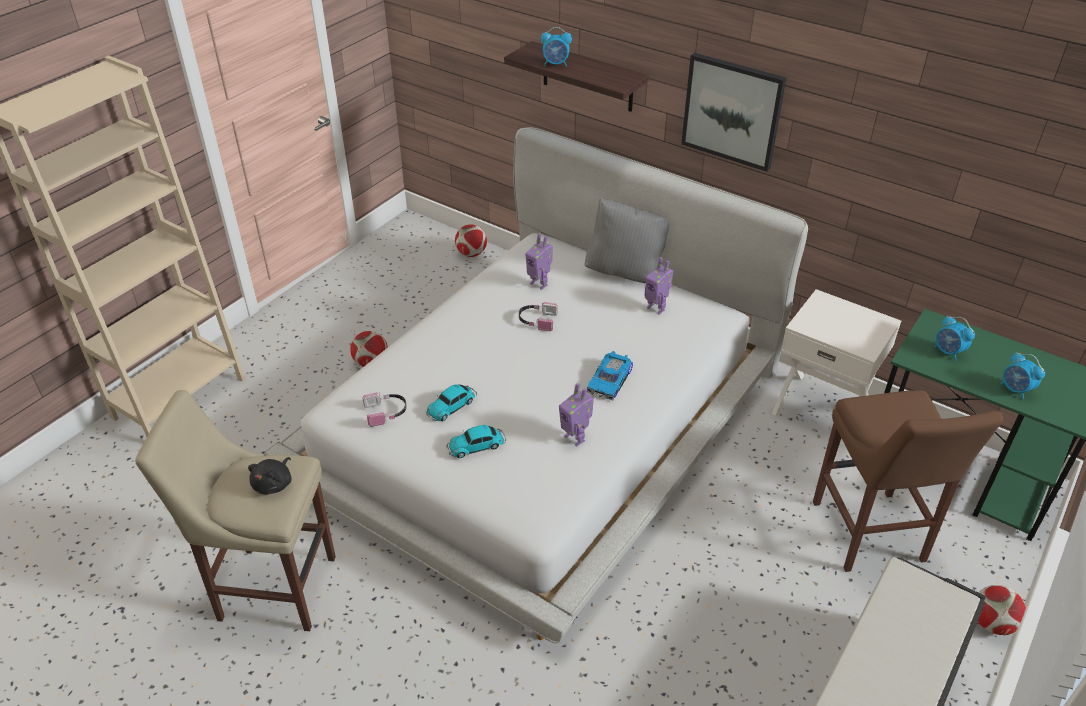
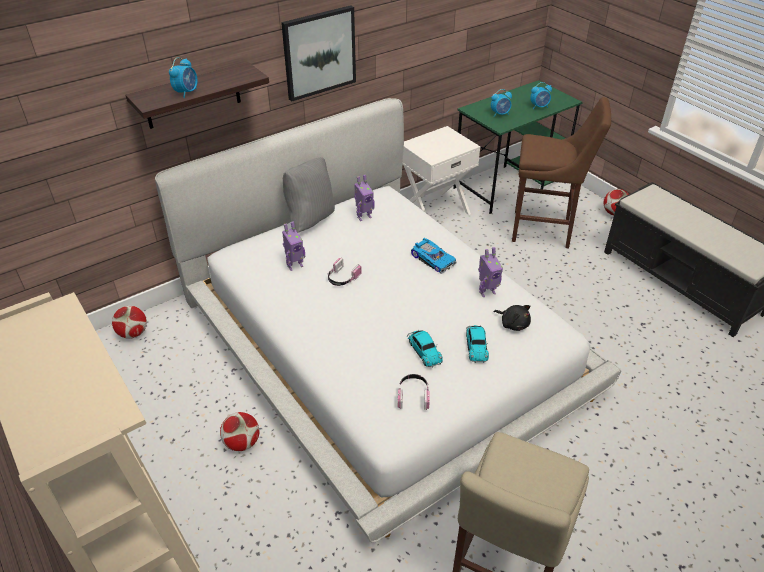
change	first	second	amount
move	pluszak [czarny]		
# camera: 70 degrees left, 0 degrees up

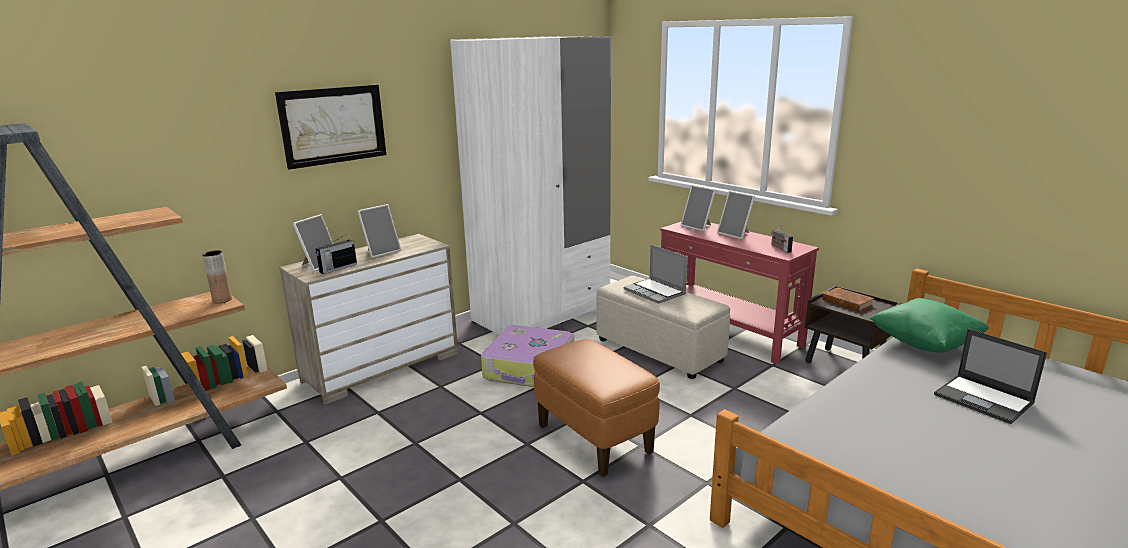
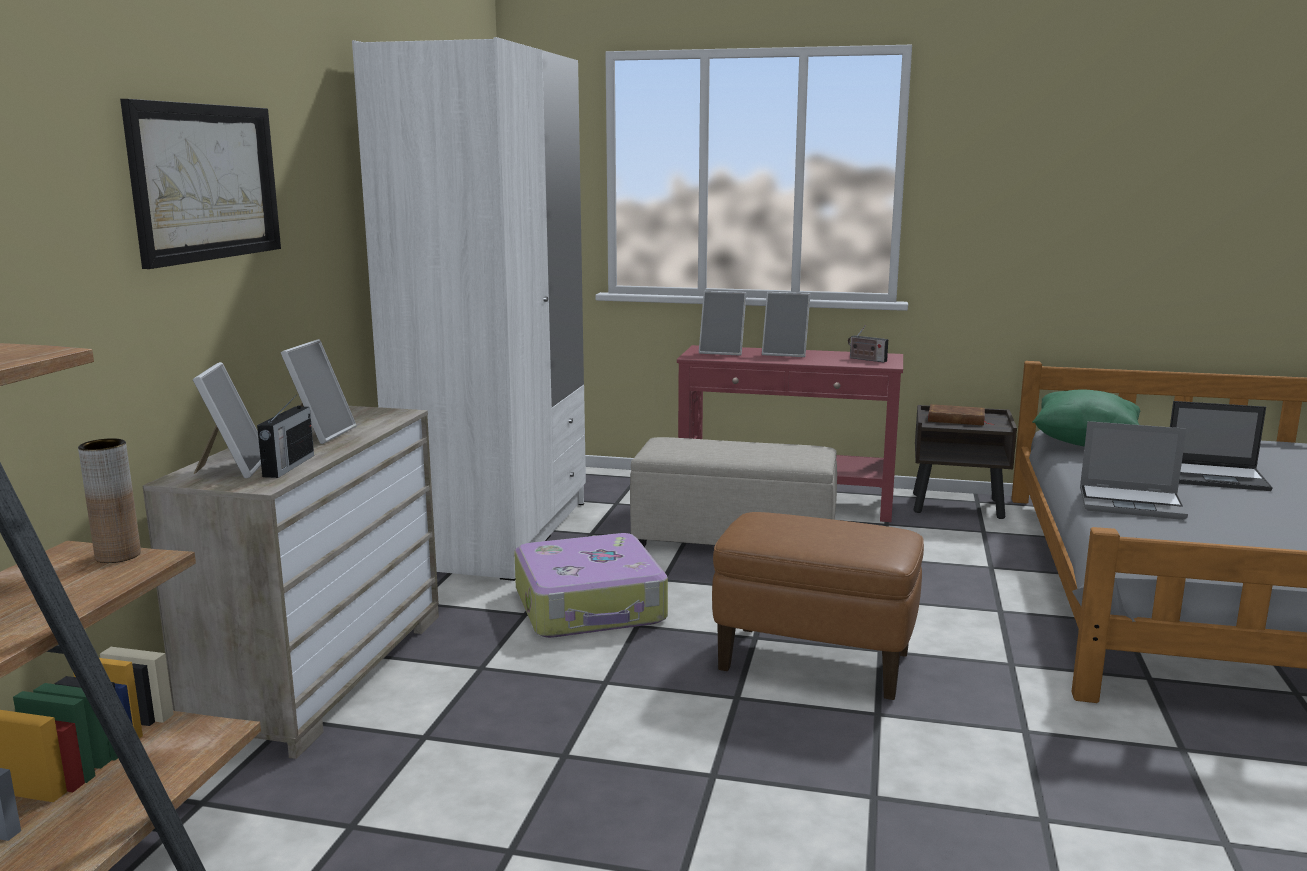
change	first	second	amount
move	laptop (1st from left)		
# camera: 35 degrees left, 5 degrees down

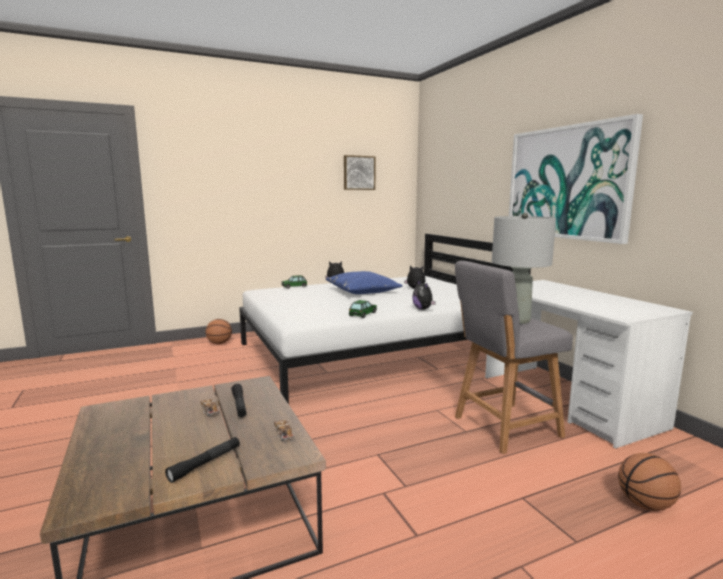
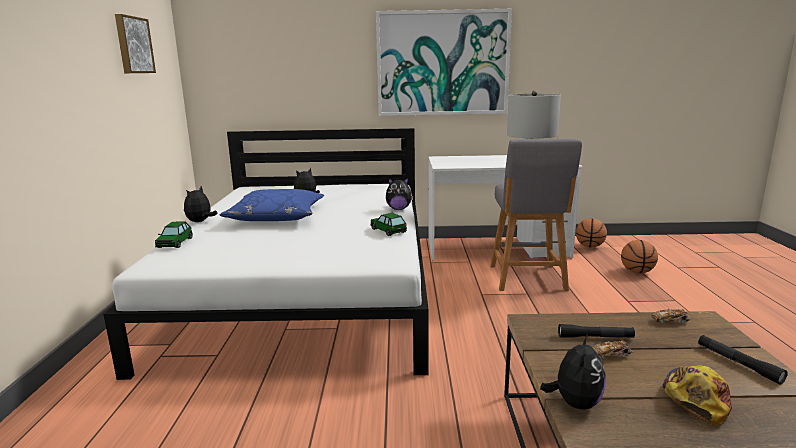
change	first	second	amount
insert		pluszak (4th from left)	
insert		czapka z daszkiem	
move	piłka do koszykówki (1st from left)		
# camera: 65 degrees left, 5 degrees up

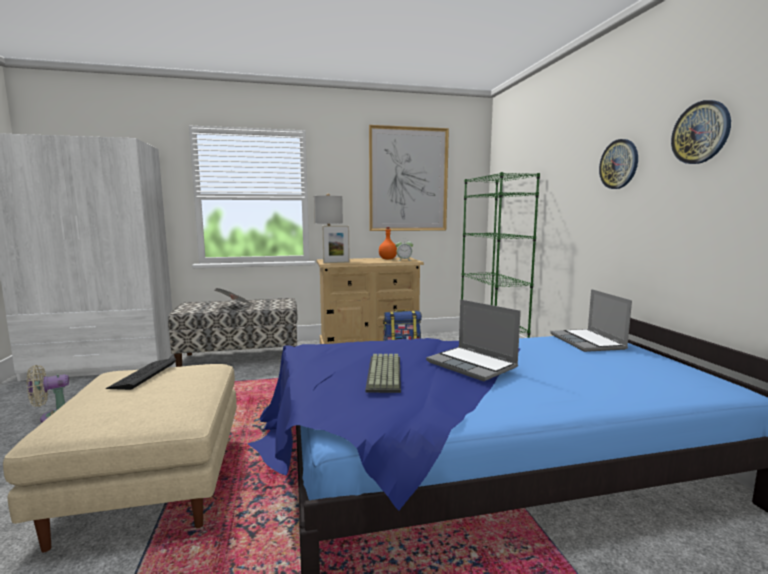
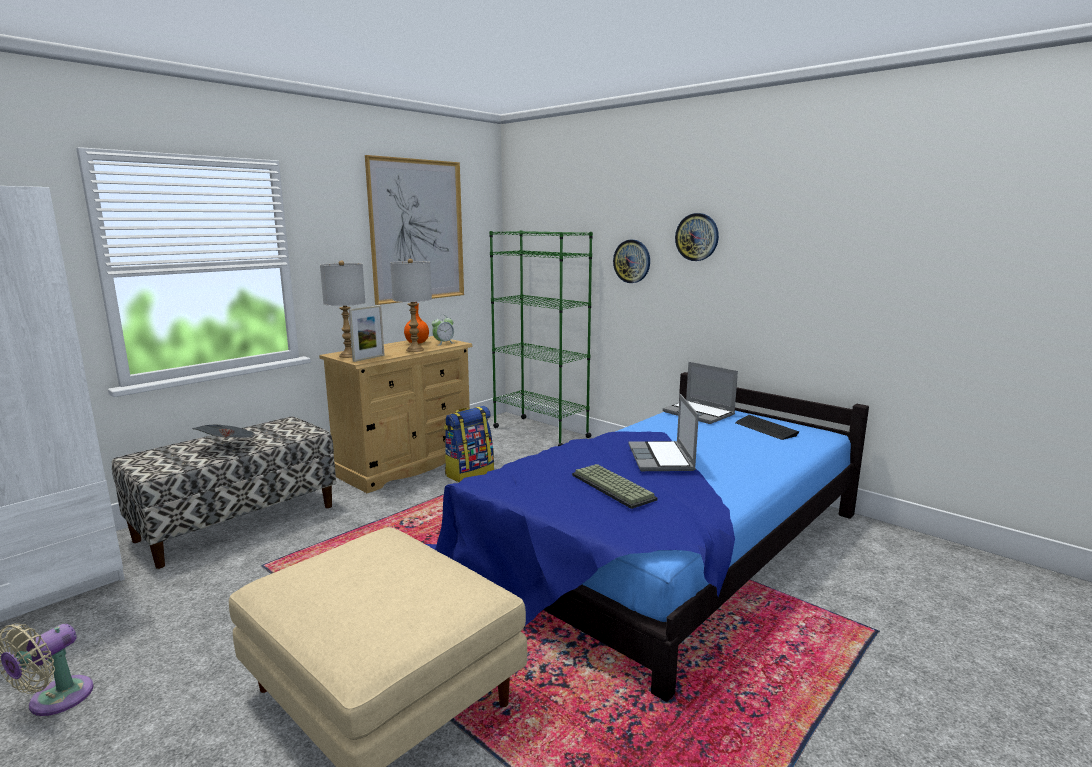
change	first	second	amount
insert		lampa stołowa [szary] (2nd from left)	
move	klawiatura (1st from left in the first image)	klawiatura (2nd from left)	
move	zegar ścienny (2nd from left in the first image)	zegar ścienny (1st from left)	
rotate	laptop (1st from left)		75 degrees clockwise
# camera: 35 degrees left, 5 degrees up

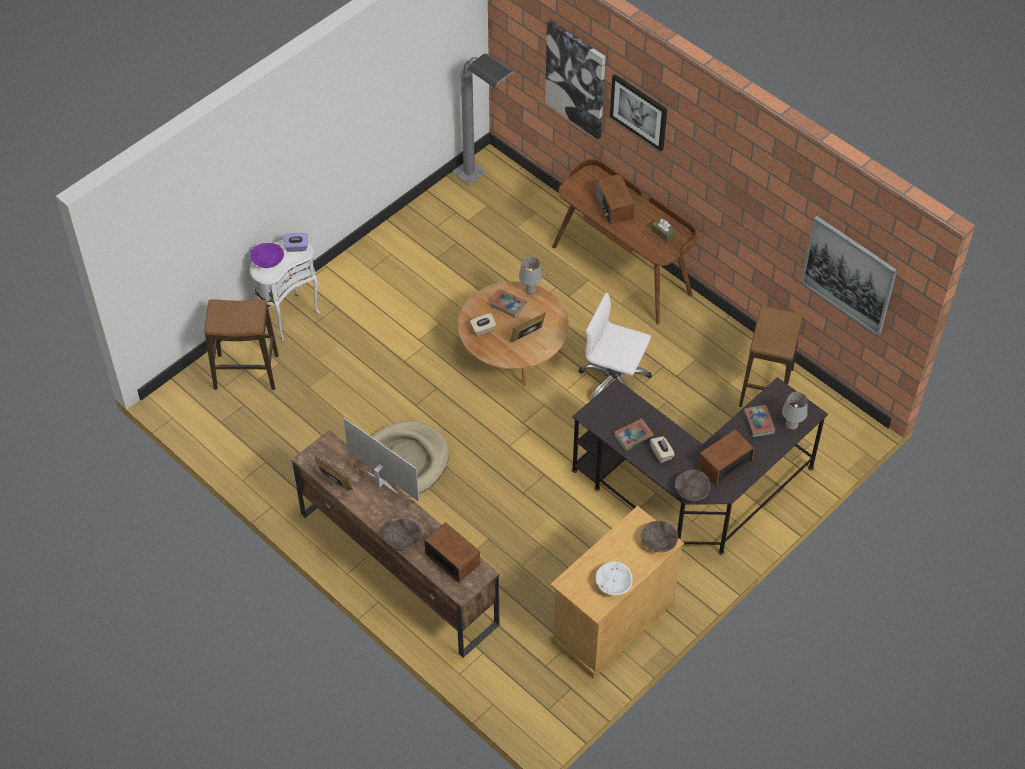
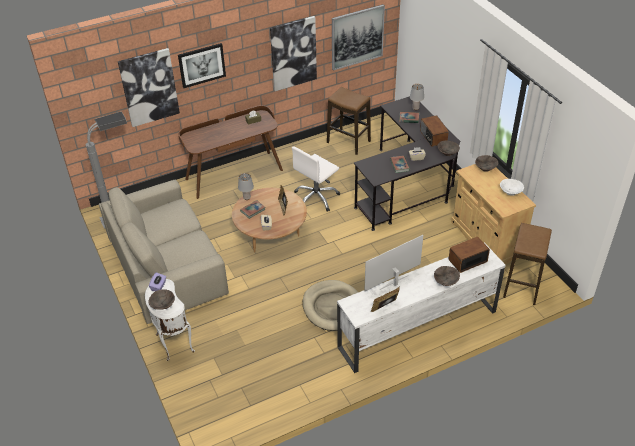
change	first	second	amount
delete	radio (2nd from left)		
insert		kanapa [beżowy]	
insert		obraz (3rd from left)	
move	stołek (1st from left in the first image)	stołek (2nd from left)	
recolor	miska [fioletowy]	miska [brązowy] (1st from left)	
recolor	szafka pod telewizor [brązowy]	szafka pod telewizor [biały]	
# camera: 70 degrees left, 10 degrees down

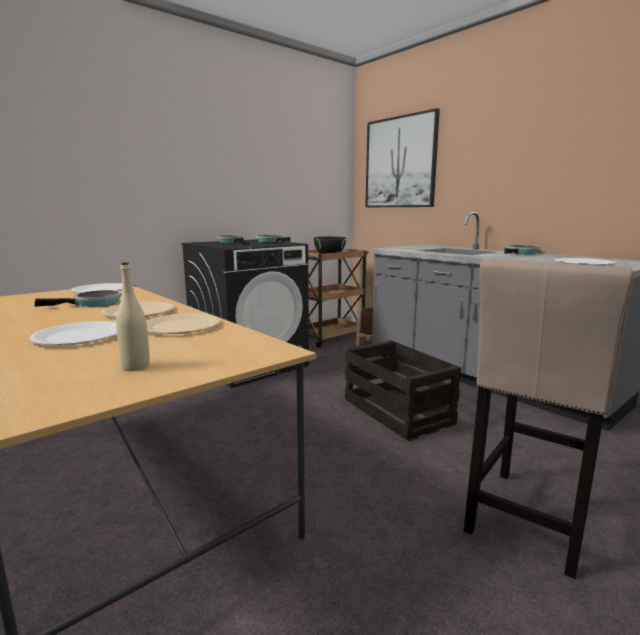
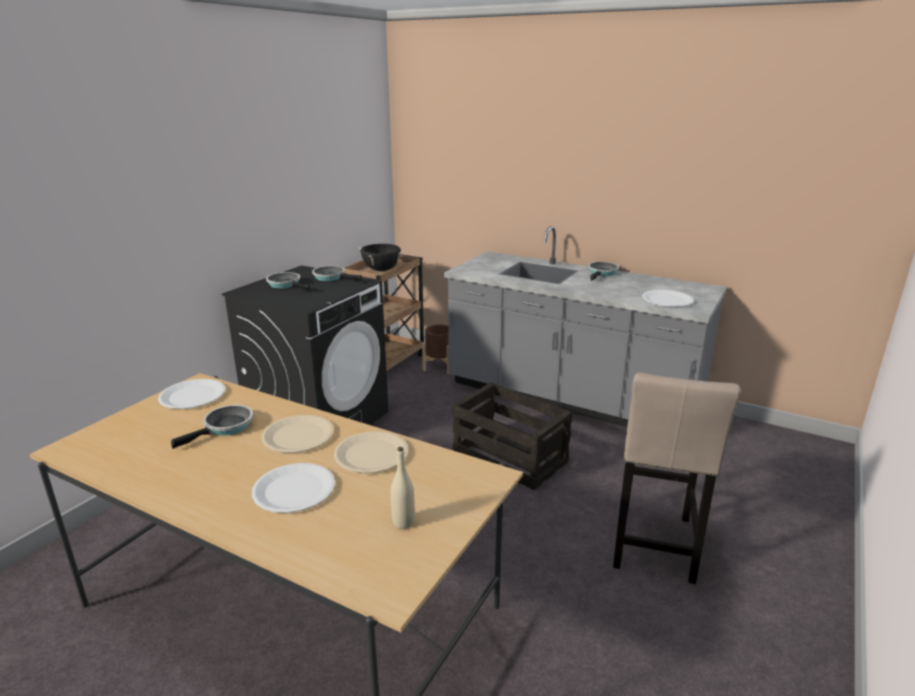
change	first	second	amount
delete	obraz		
# camera: 20 degrees left, 10 degrees up

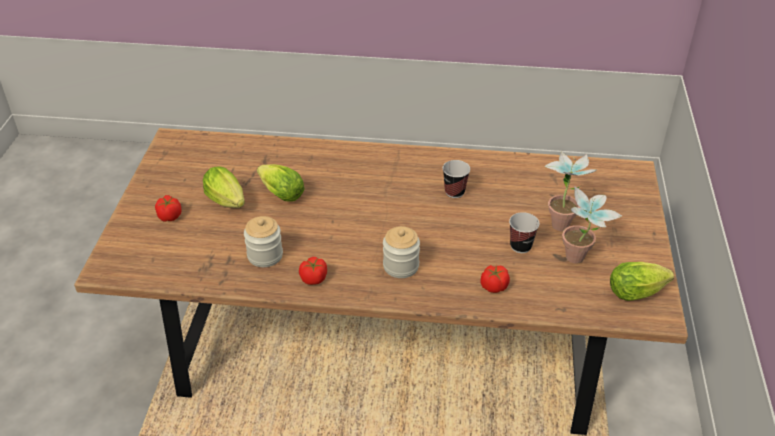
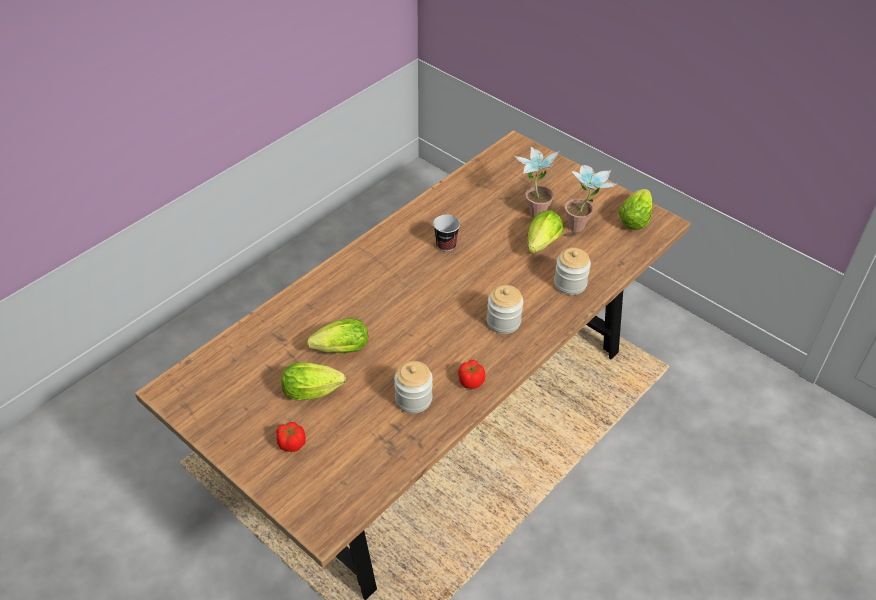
change	first	second	amount
replace	pomidor (3rd from left)	słoik (3rd from left)	
replace	filiżanka (2nd from left)	sałata (3rd from left)	
# camera: 55 degrees left, 5 degrees up

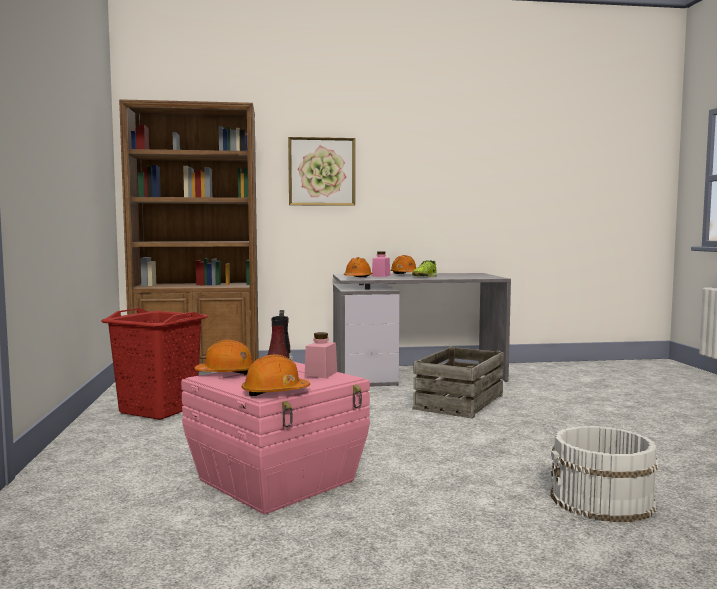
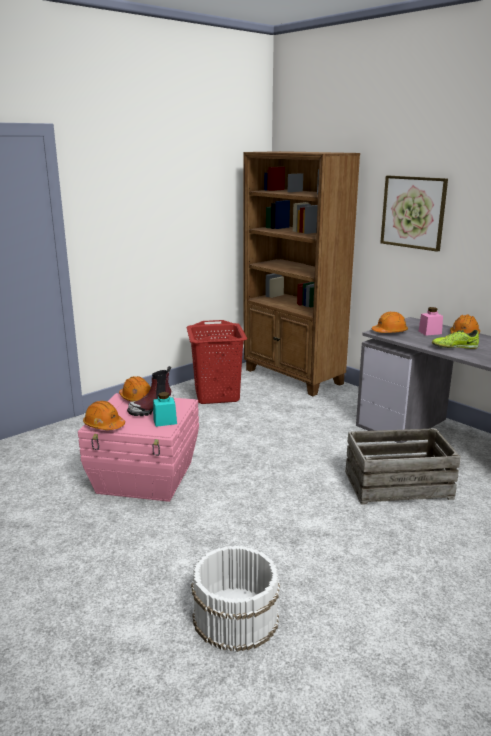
change	first	second	amount
recolor	słoik [różowy] (1st from left)	słoik [turkusowy]	
# camera: 55 degrees right, 15 degrees up

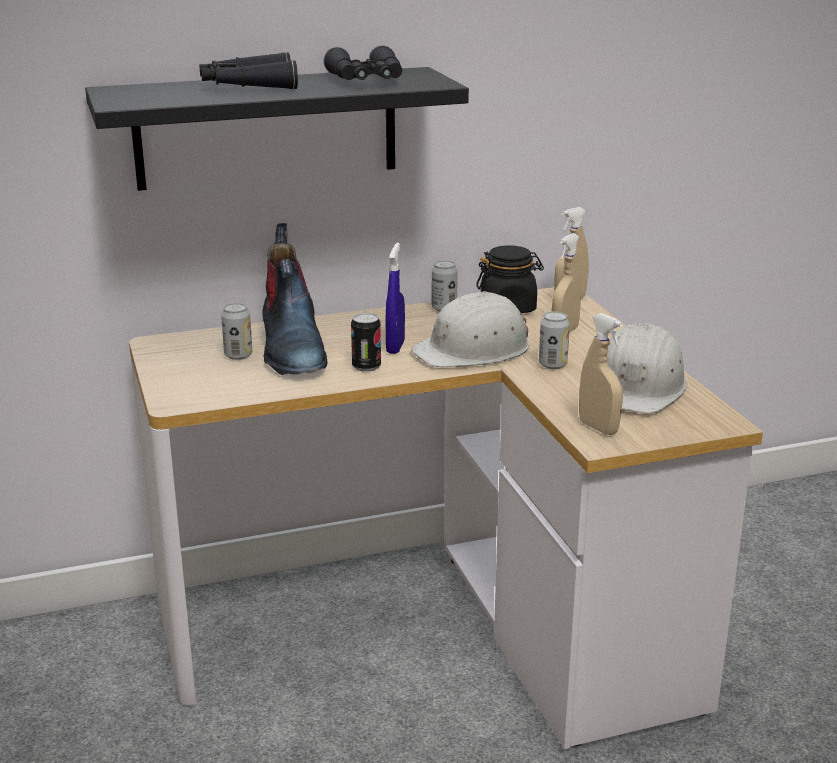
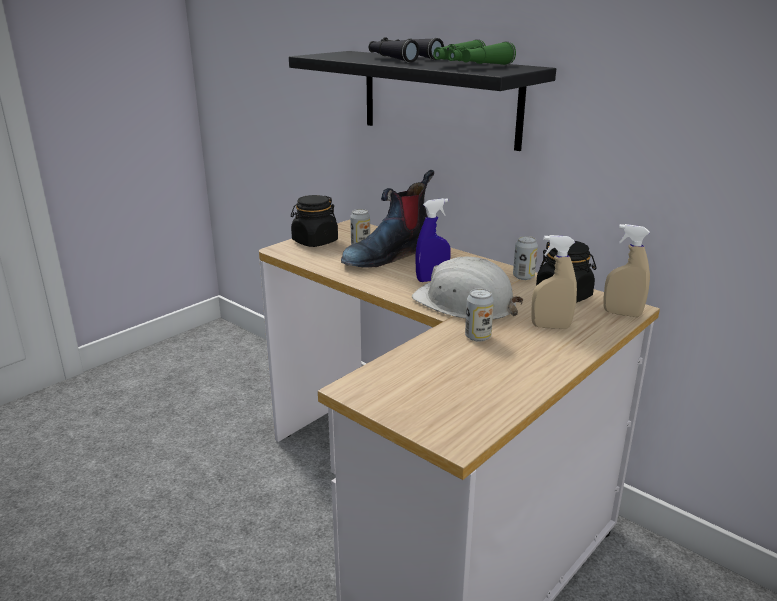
change	first	second	amount
delete	puszka (2nd from left)		
delete	spryskiwacz [beżowy] (3rd from left)		
delete	kask [biały] (2nd from left)		
insert		słoik [czarny] (1st from left)	
recolor	lornetka [czarny] (2nd from left)	lornetka [zielony]	
# camera: 60 degrees right, 0 degrees up

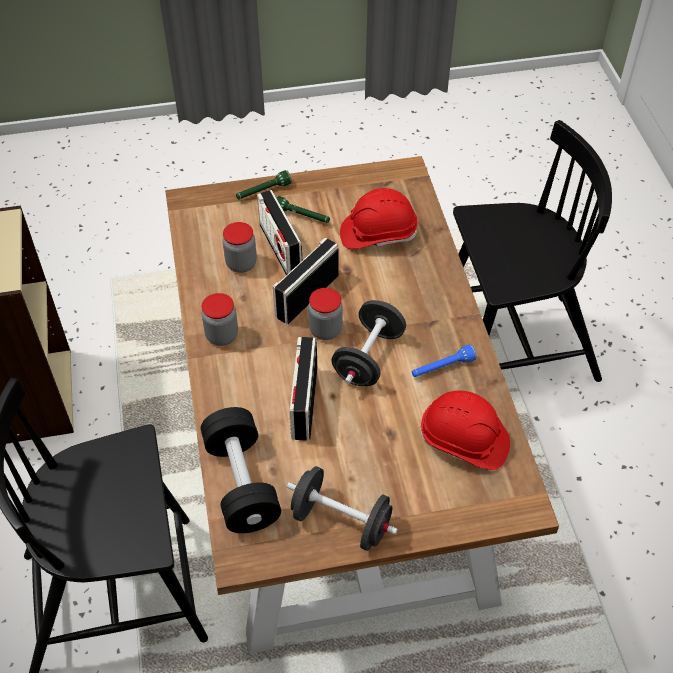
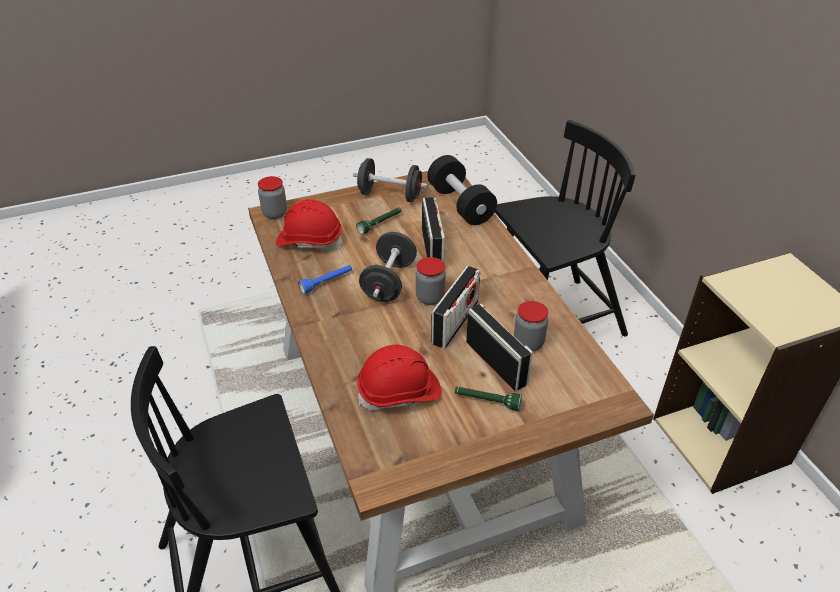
change	first	second	amount
move	słoik (1st from left)		
move	latarka [zielony] (1st from left)		
# camera: 170 degrees right, 10 degrees down

